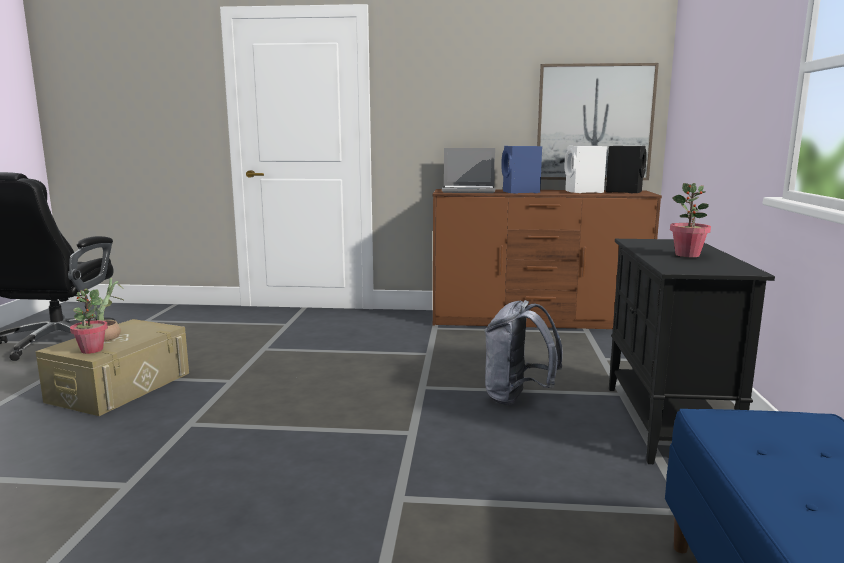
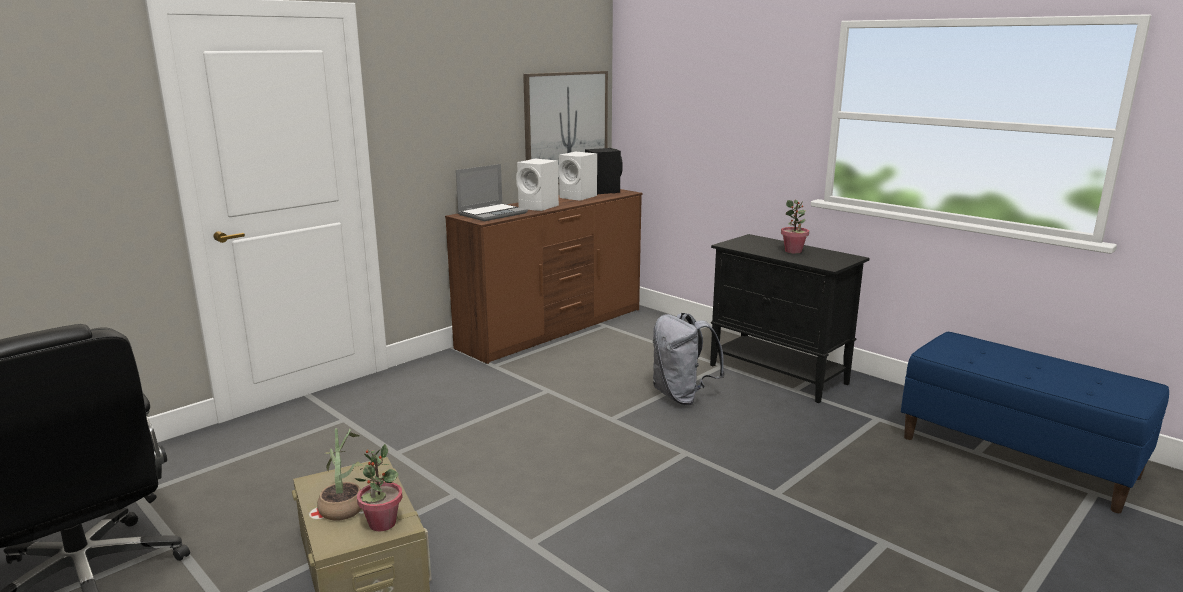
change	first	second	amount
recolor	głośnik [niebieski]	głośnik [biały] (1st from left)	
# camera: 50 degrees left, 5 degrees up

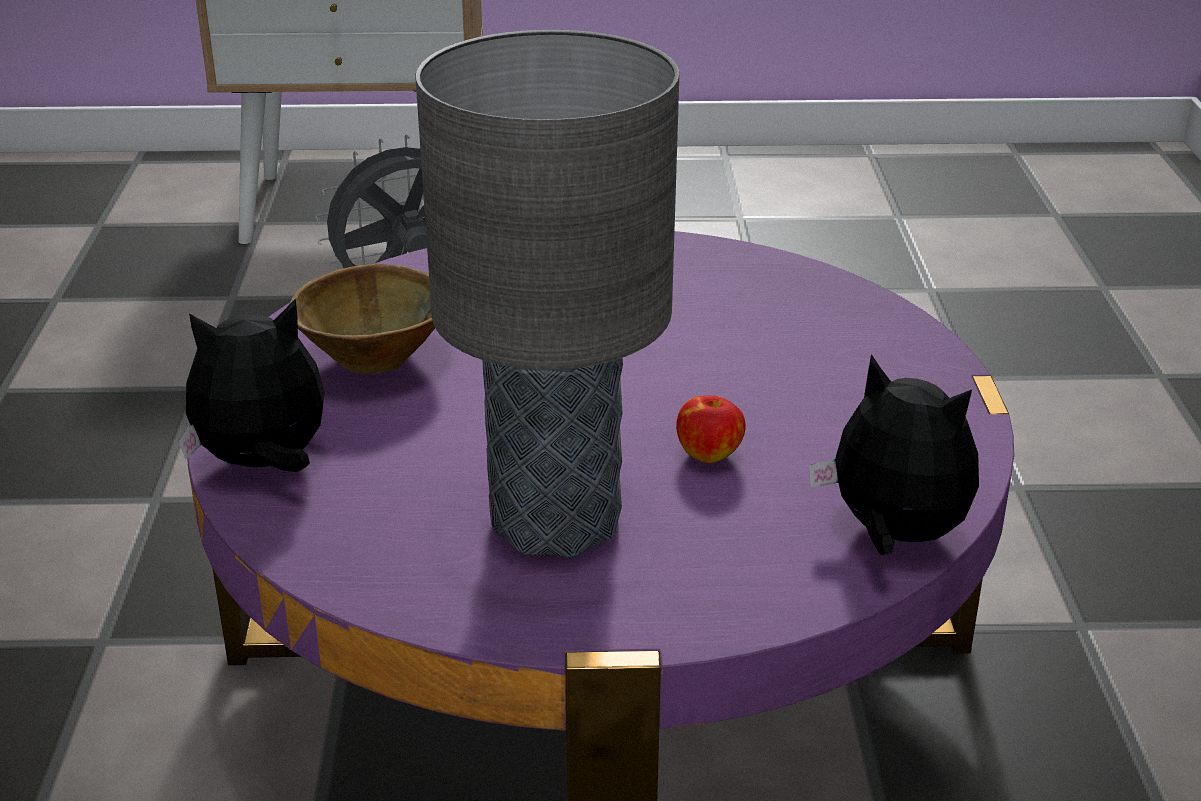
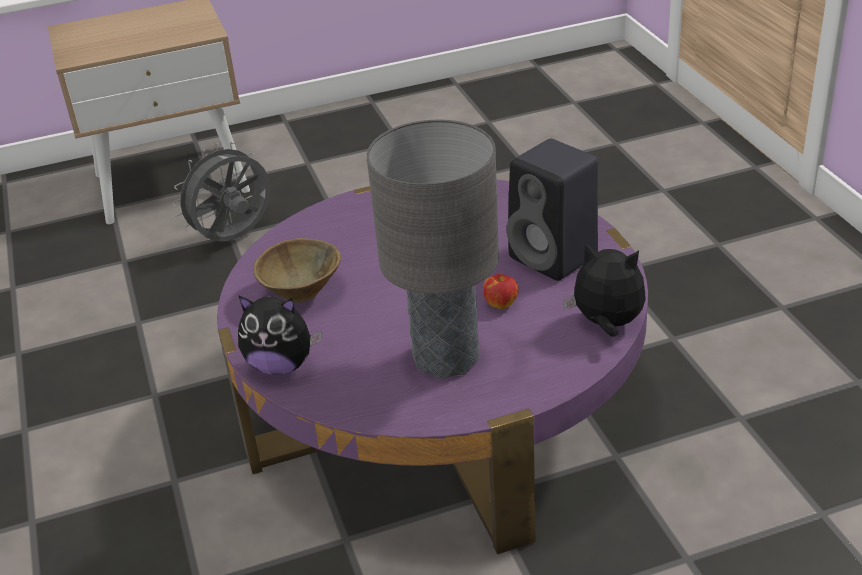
change	first	second	amount
insert		głośnik [czarny]	
rotate	pluszak (1st from left)		135 degrees counterclockwise
# camera: 15 degrees left, 5 degrees up

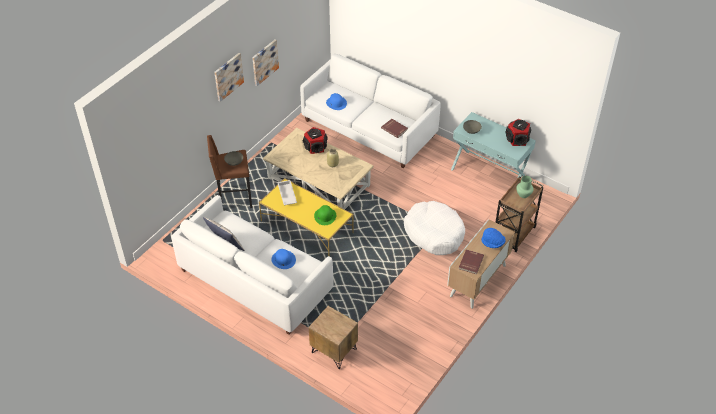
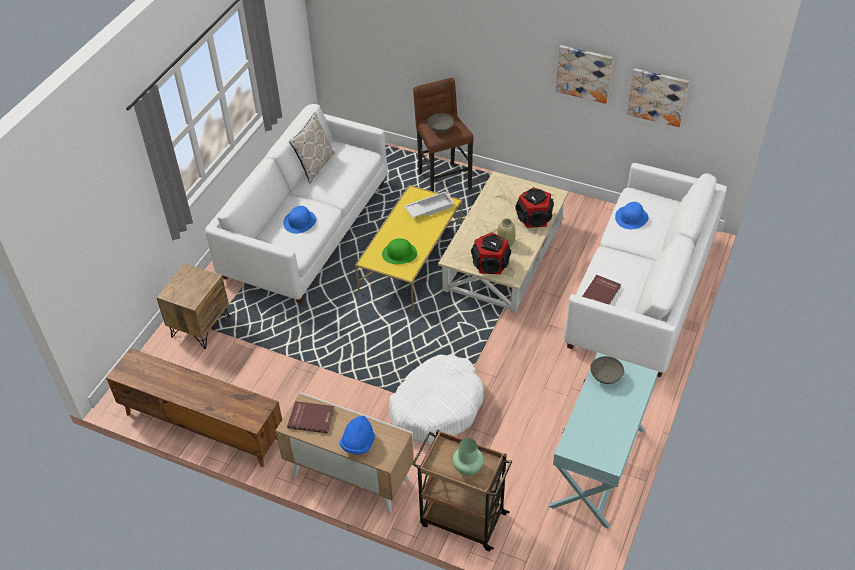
change	first	second	amount
insert		szafka pod telewizor [brązowy]	
move	obraz (1st from left in the first image)	obraz (2nd from left)	
move	głośnik (2nd from left in the first image)	głośnik (1st from left)	
# camera: 80 degrees right, 0 degrees up

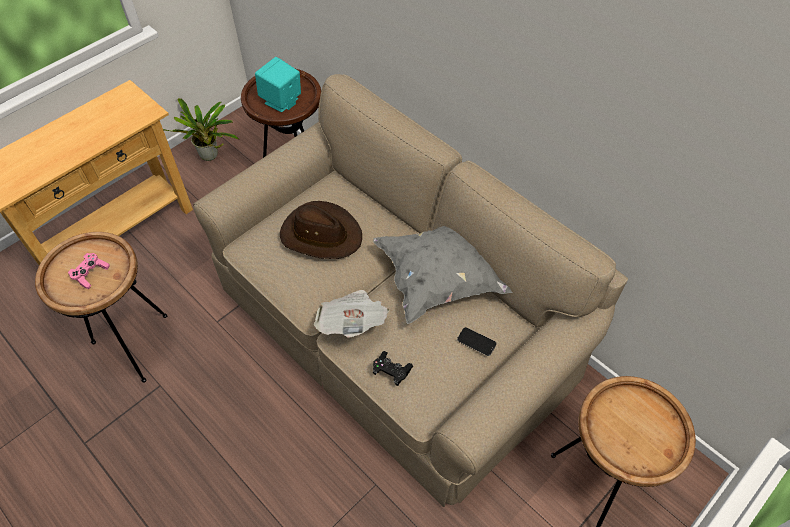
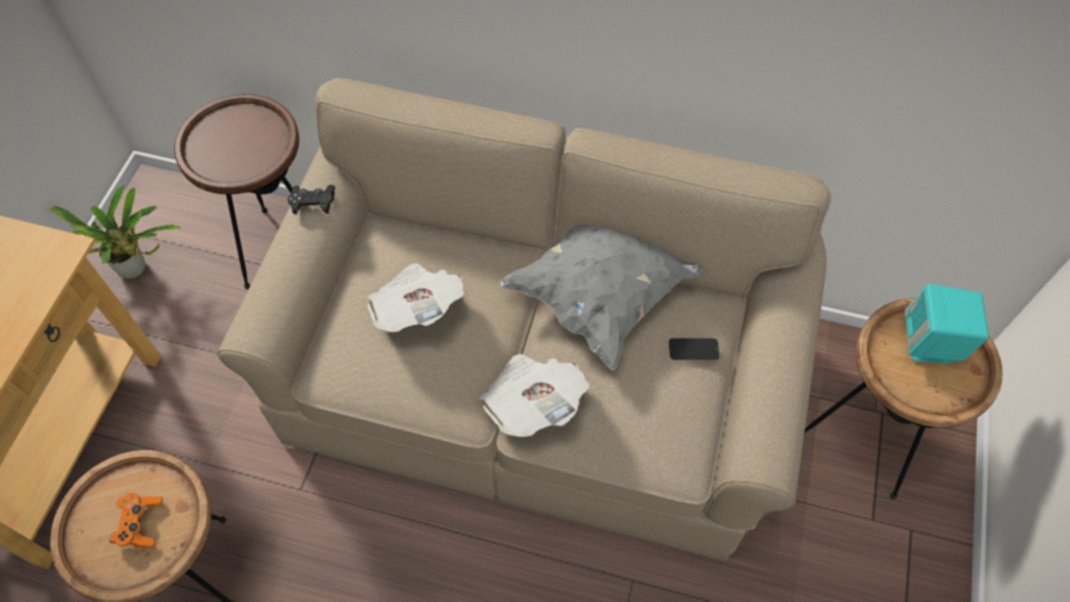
change	first	second	amount
move	głośnik [turkusowy]		
move	pad do gier [czarny]		
replace	kapelusz [brązowy]	gazeta (1st from left)	
recolor	pad do gier [różowy]	pad do gier [pomarańczowy]	
# camera: 30 degrees left, 5 degrees up

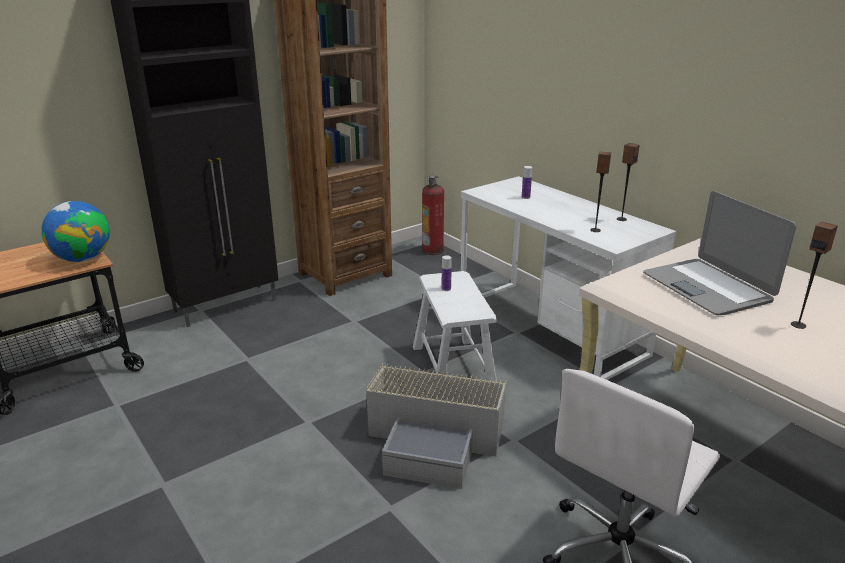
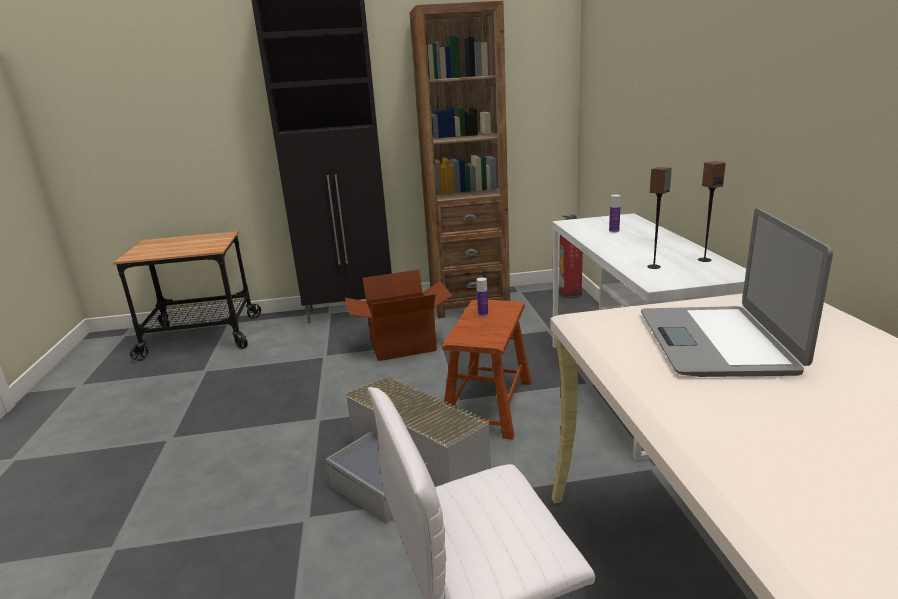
change	first	second	amount
delete	globus		
delete	głośnik (3rd from left)		
insert		karton	
recolor	stołek [biały]	stołek [brązowy]	
# camera: 30 degrees right, 5 degrees down

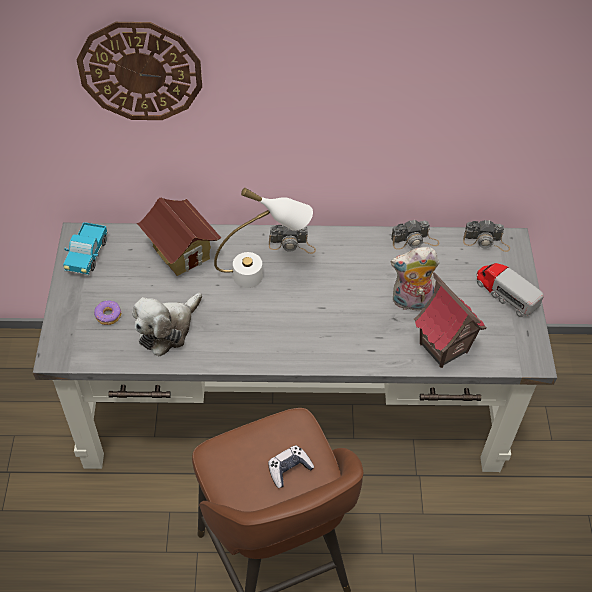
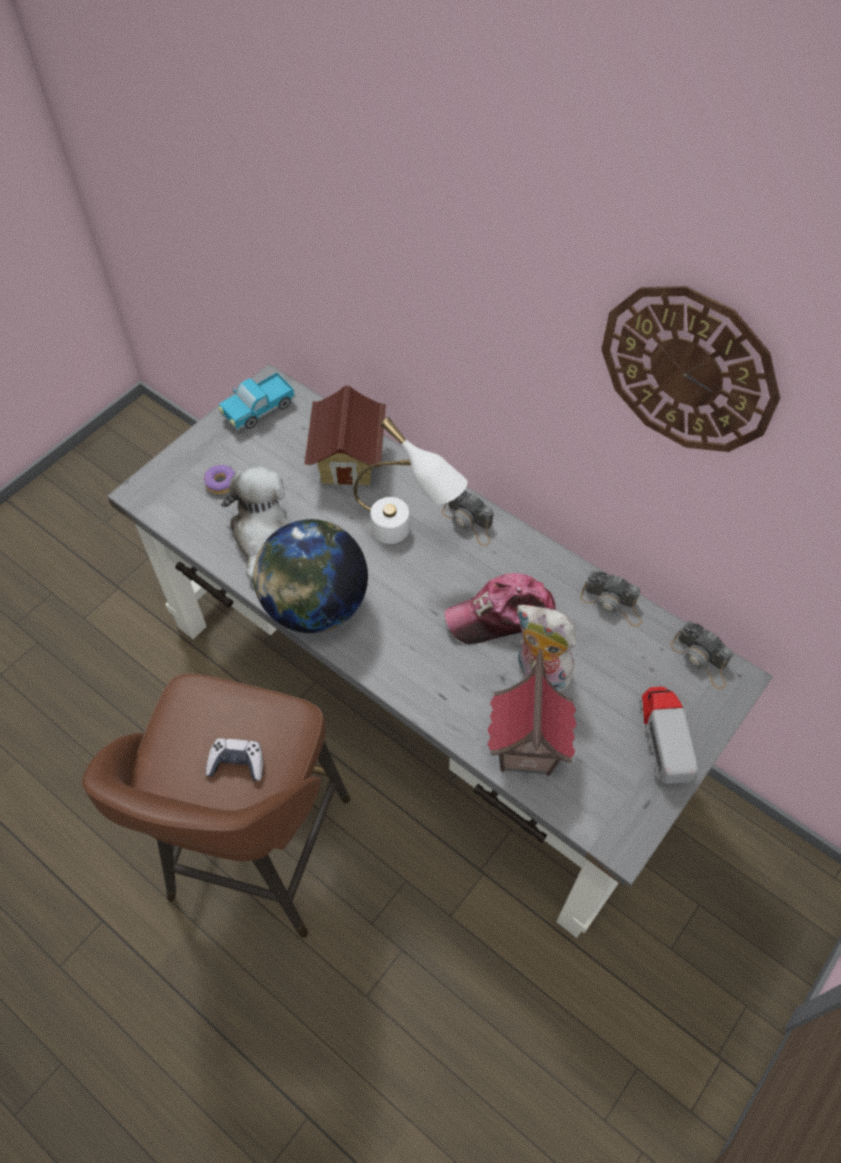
change	first	second	amount
insert		globus	
insert		czapka z daszkiem	
move	zegar ścienny		
rotate	pluszak (1st from left)		105 degrees clockwise
# camera: 40 degrees right, 5 degrees up

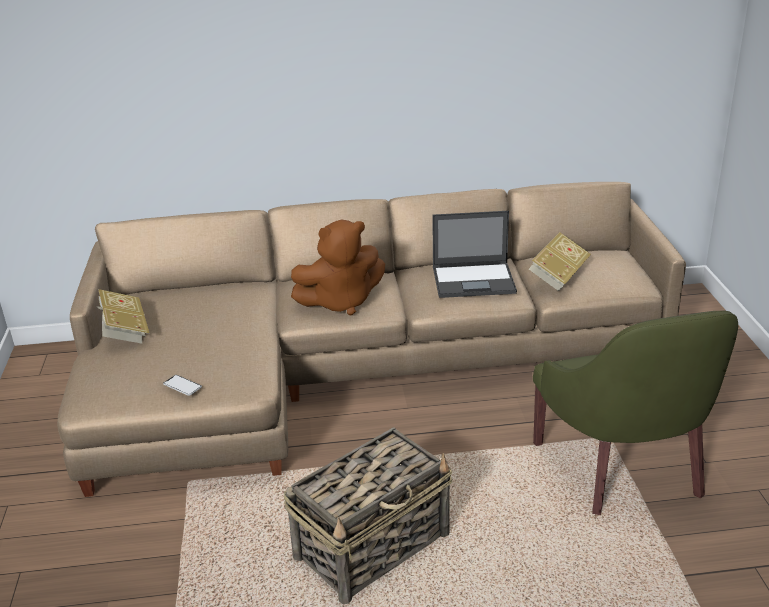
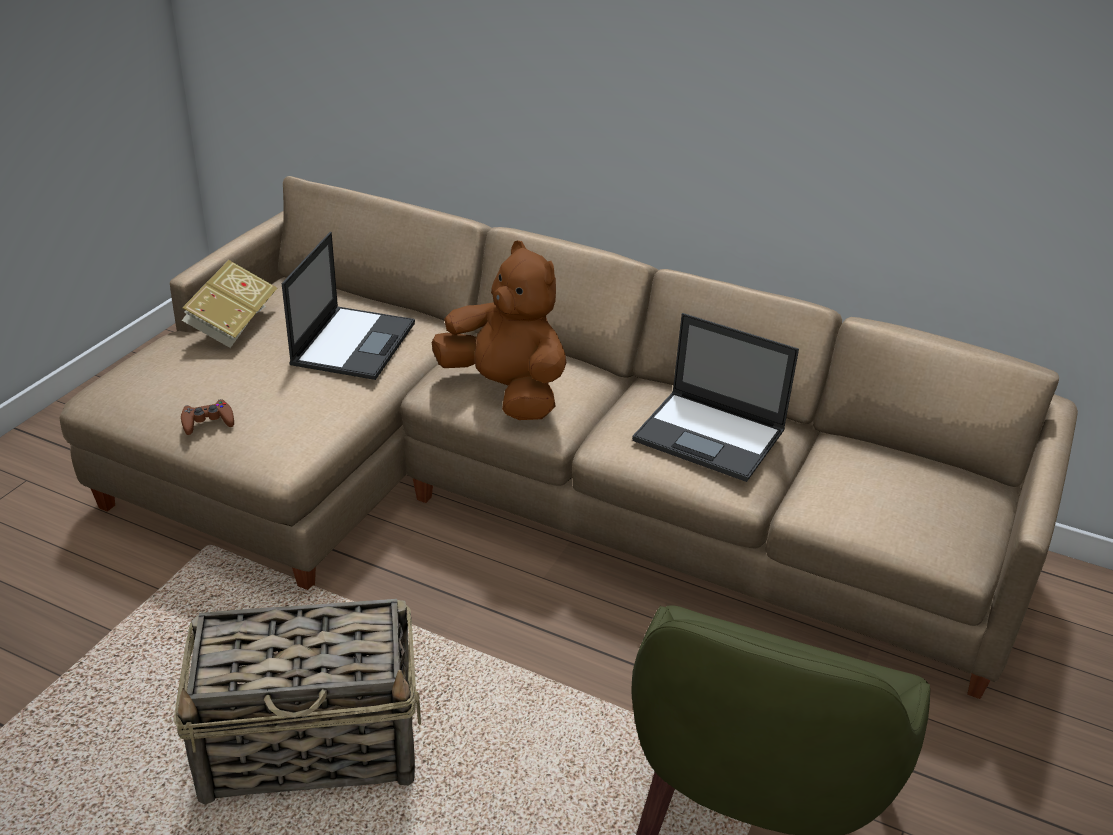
change	first	second	amount
delete	książka (2nd from left)		
insert		laptop (1st from left)	
replace	telefon	pad do gier [brązowy]	
rotate	pluszak [brązowy]		150 degrees counterclockwise
# camera: 30 degrees right, 5 degrees up

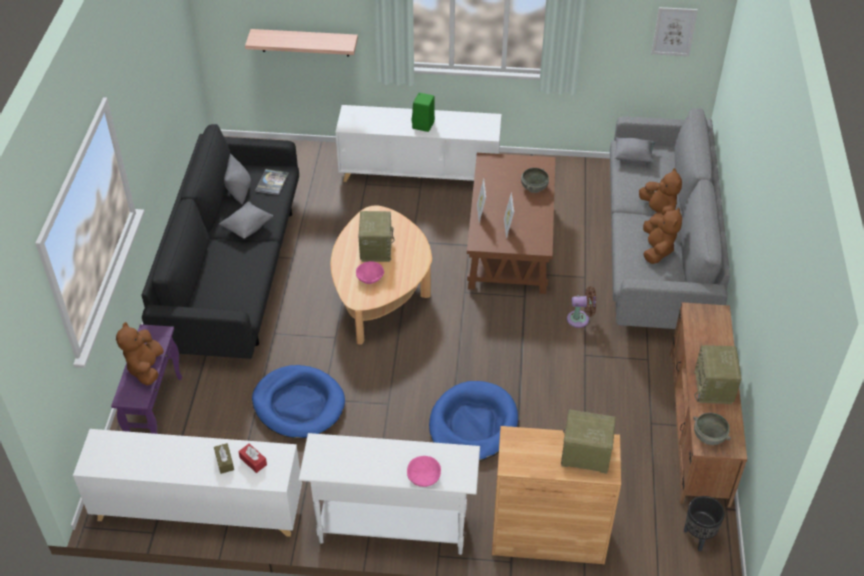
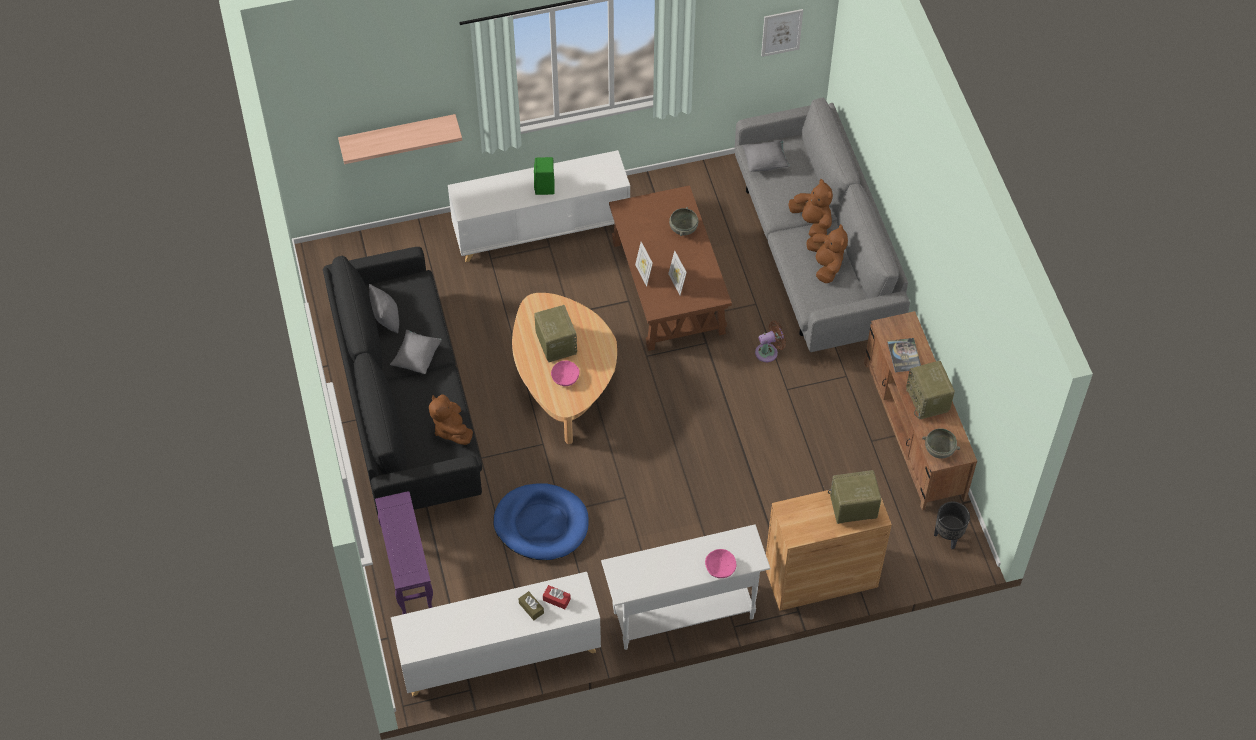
change	first	second	amount
delete	legowisko [niebieski] (2nd from left)		
move	pluszak [brązowy] (1st from left)		
move	książka		
# camera: 20 degrees left, 10 degrees up

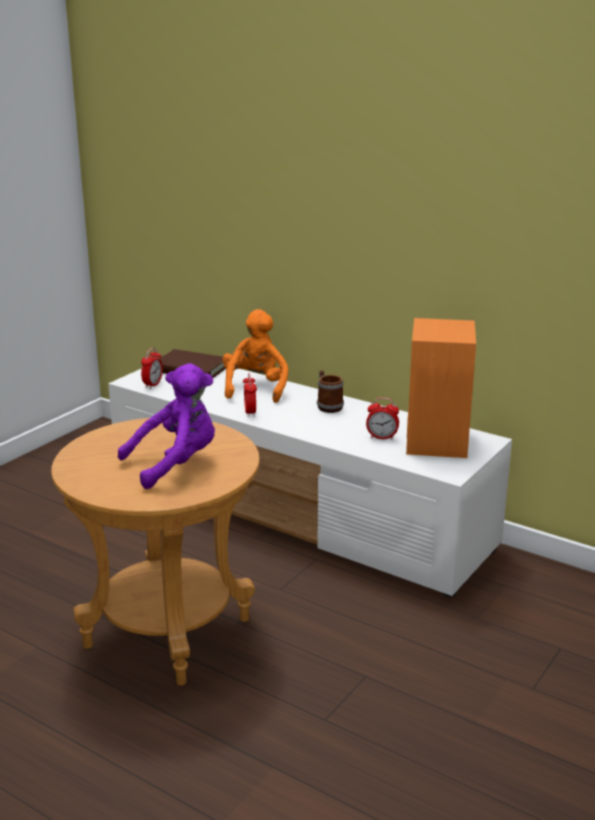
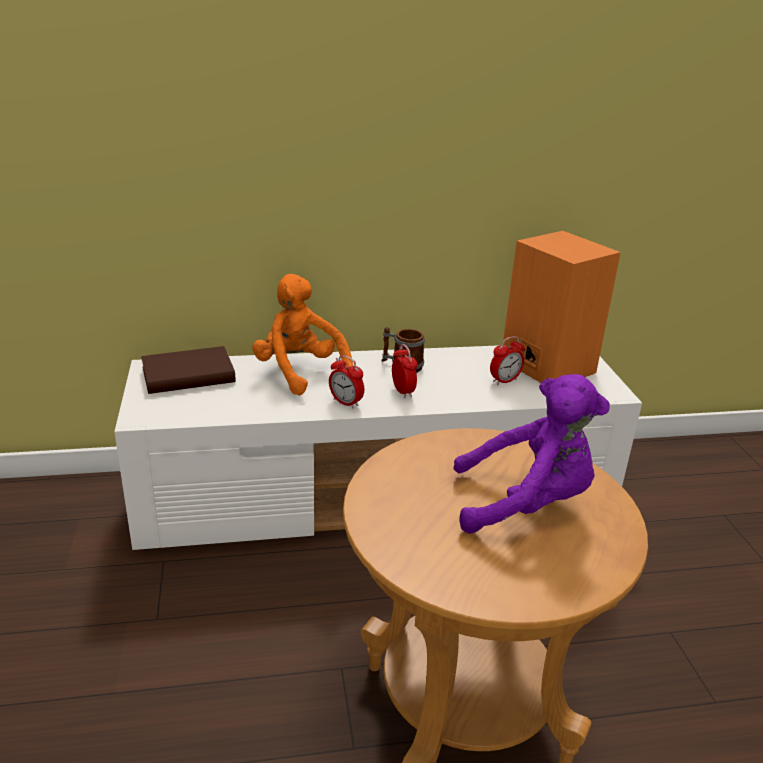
change	first	second	amount
move	budzik (1st from left in the first image)	budzik (2nd from left)	
rotate	pluszak [fioletowy]		75 degrees clockwise
# camera: 45 degrees left, 5 degrees up

